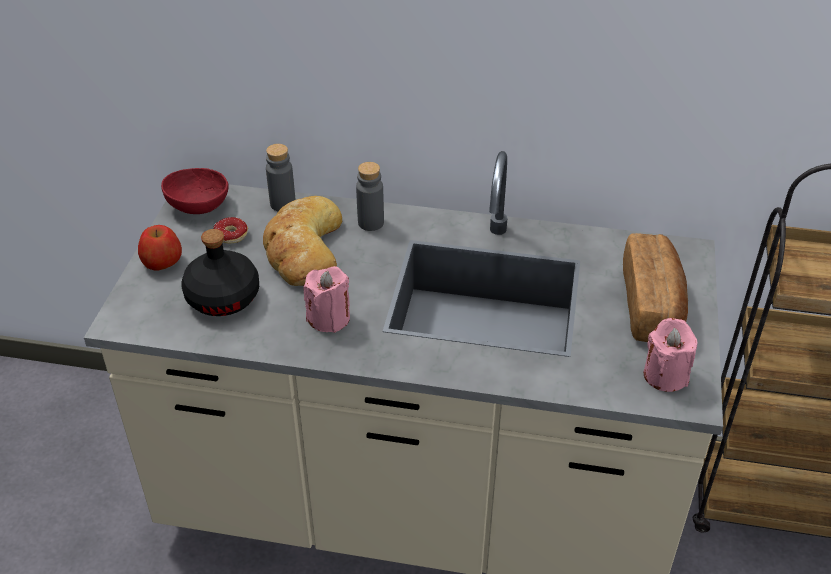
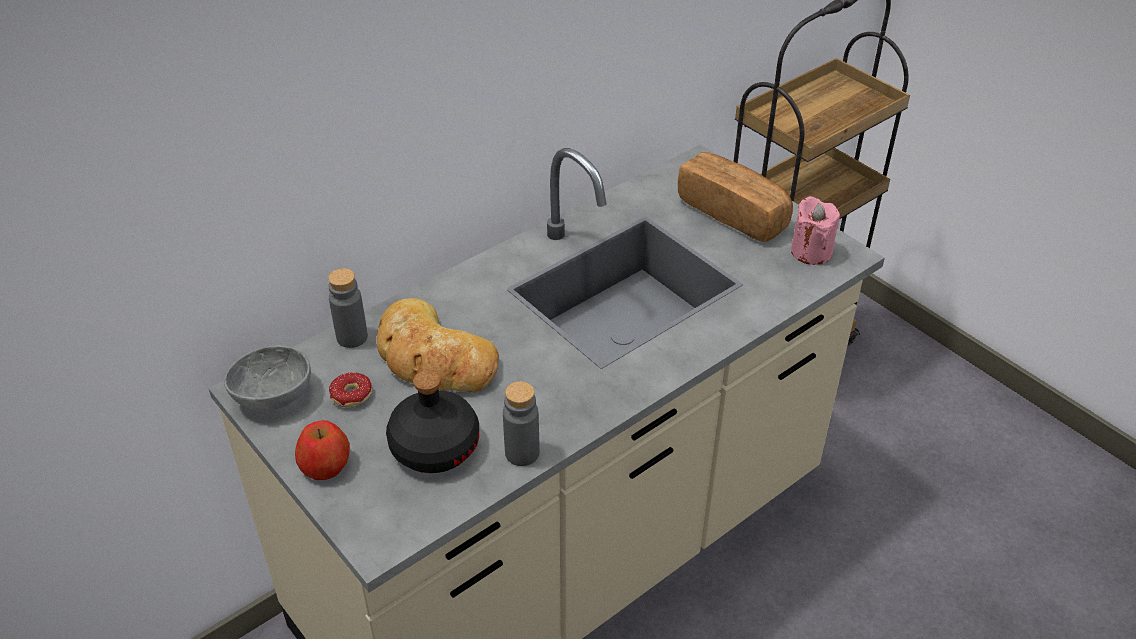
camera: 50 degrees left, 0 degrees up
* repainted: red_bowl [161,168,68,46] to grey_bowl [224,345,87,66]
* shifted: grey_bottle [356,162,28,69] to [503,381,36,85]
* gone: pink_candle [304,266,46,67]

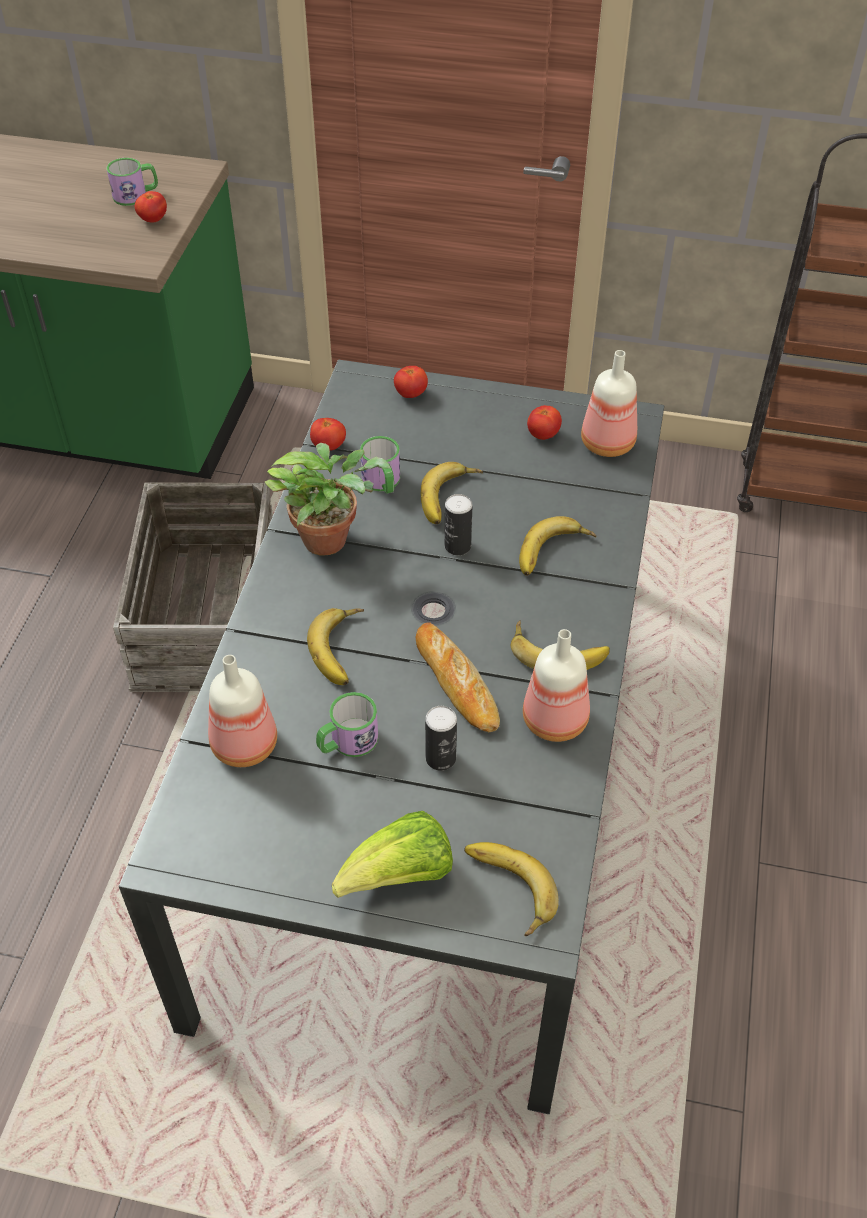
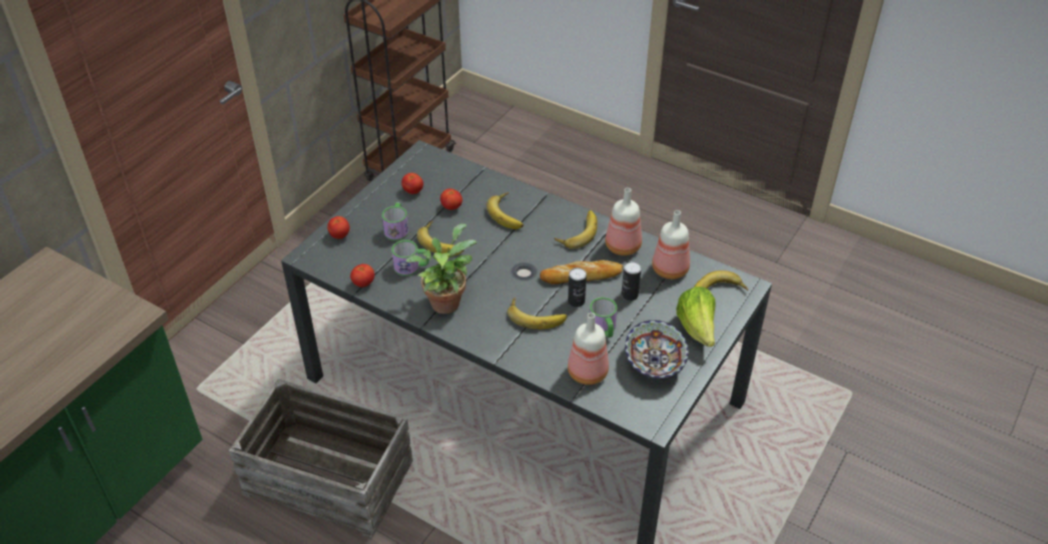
camera: 70 degrees left, 5 degrees down
* shifted: mug [107,158,51,48] to [382,203,27,38]
* shifted: tomato [135,191,32,32] to [440,188,22,22]
* shifted: can [445,494,28,61] to [568,268,19,39]
* new: bowl [625,320,63,59]
* shifted: bottle [581,350,56,107] to [652,210,38,69]

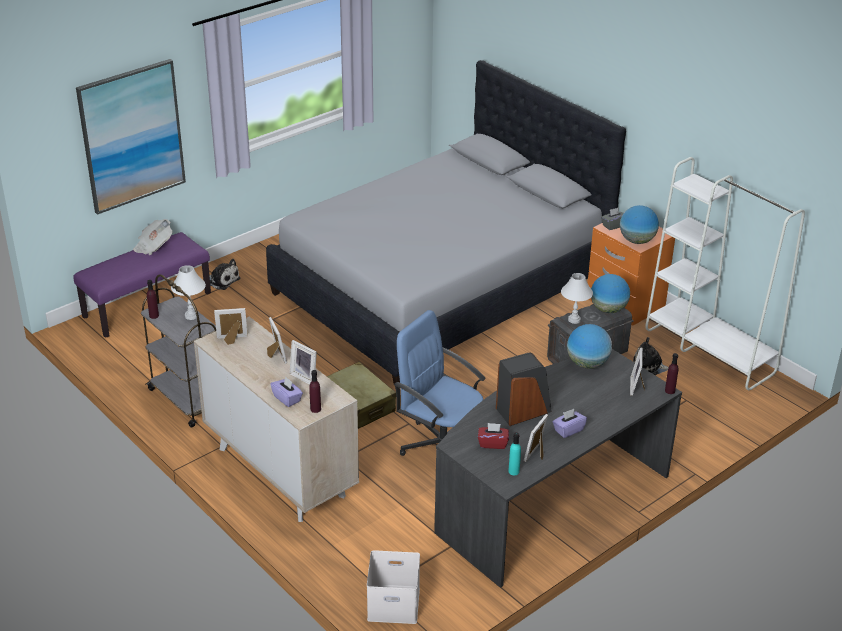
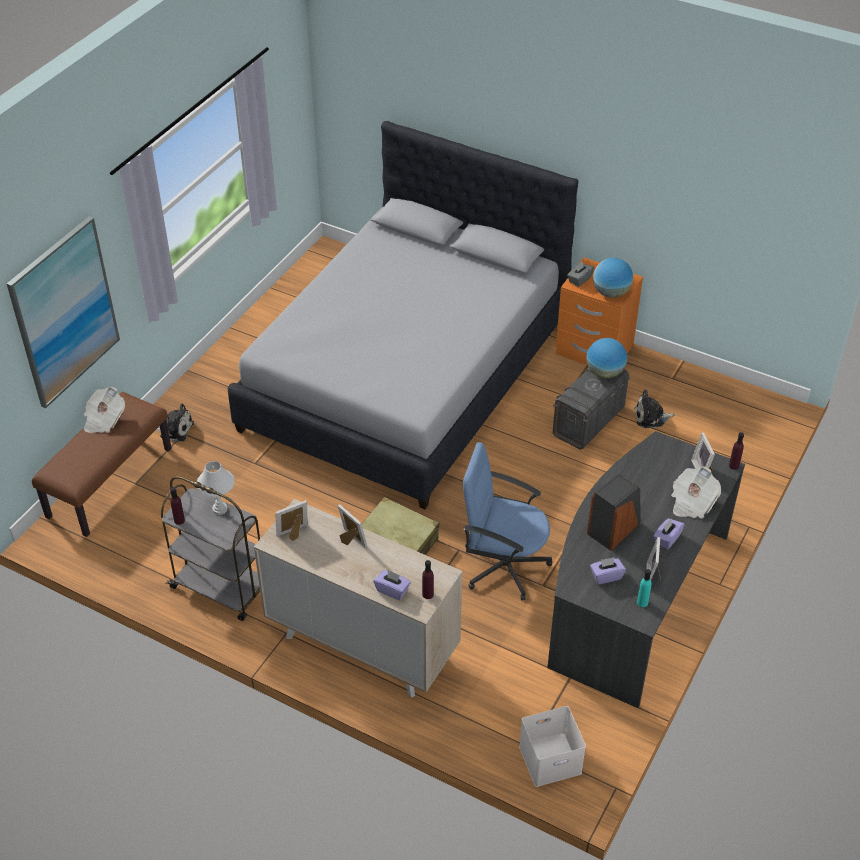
camera: 20 degrees left, 10 degrees up
* repainted: purple_bench [73,232,138,106] to brown_bench [32,392,139,145]
* repainted: red_tissue_box [478,423,31,26] to purple_tissue_box [590,557,36,28]
* new: newspaper [671,467,50,52]
* gone: picture_frame [290,340,27,45]
* gone: white_table_lamp [561,273,32,51]
* gone: globe [567,324,45,45]
* gone: white_clothes_rack [645,157,160,233]

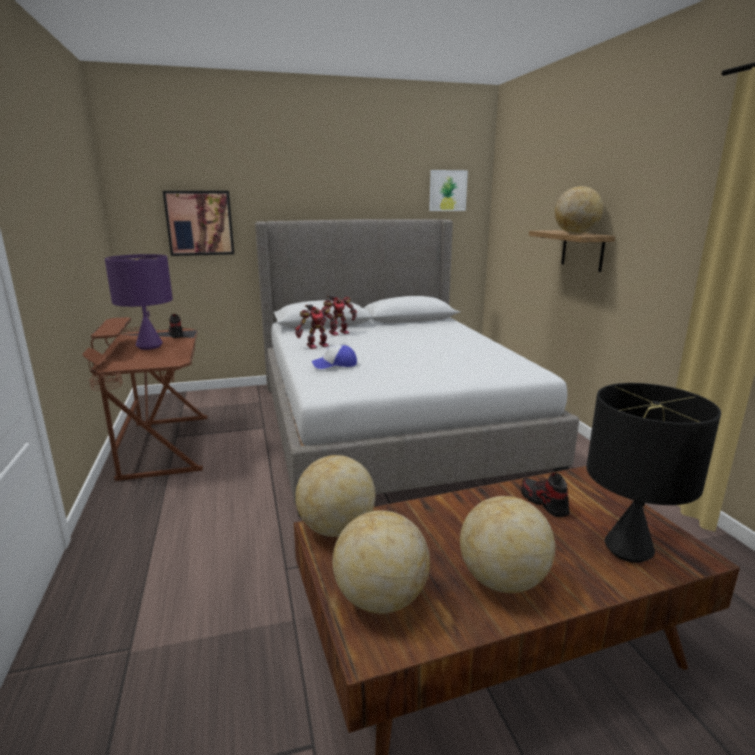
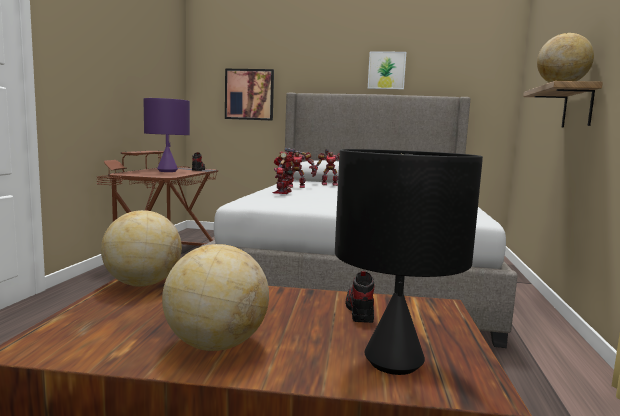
camera: 25 degrees right, 10 degrees down
* swapped: cap [311,345,46,24] to toy_robot [273,148,33,46]
* shifted: picture [429,170,39,41] to [368,51,38,39]
* gone: globe [332,510,98,104]

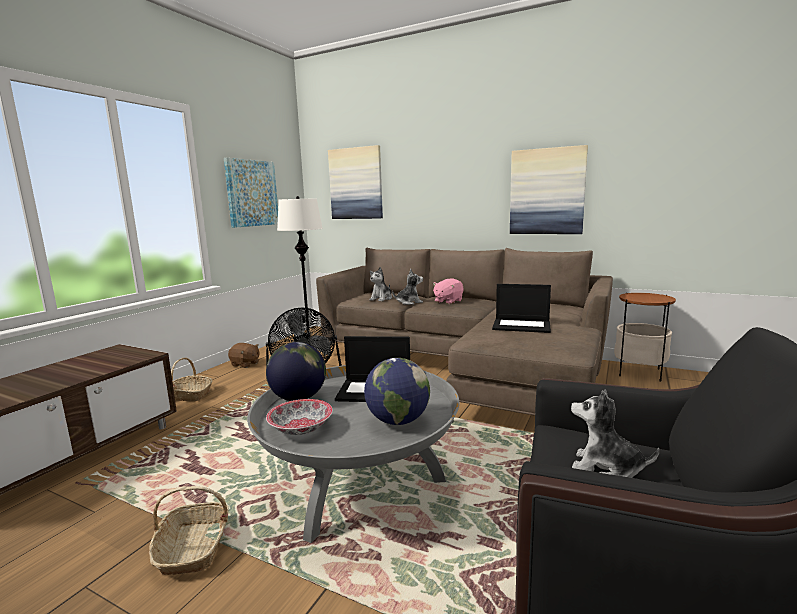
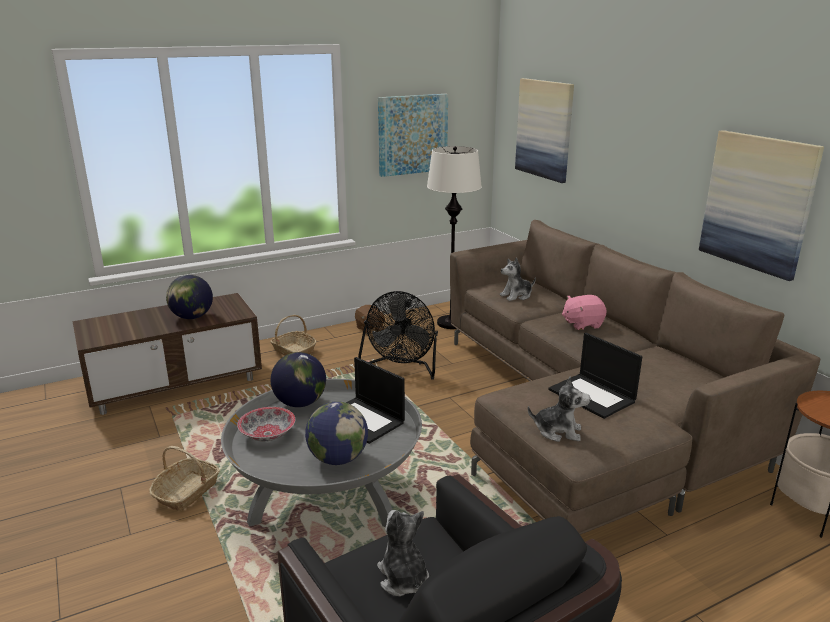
camera: 35 degrees right, 10 degrees up
* new: globe [166,275,47,44]
* shifted: plush_toy [392,269,31,36] to [528,376,62,66]

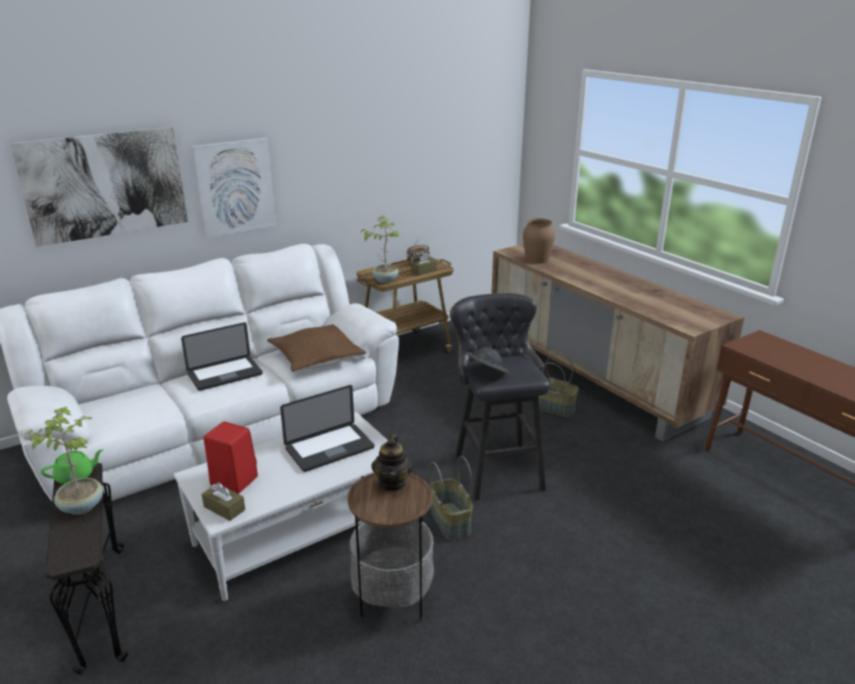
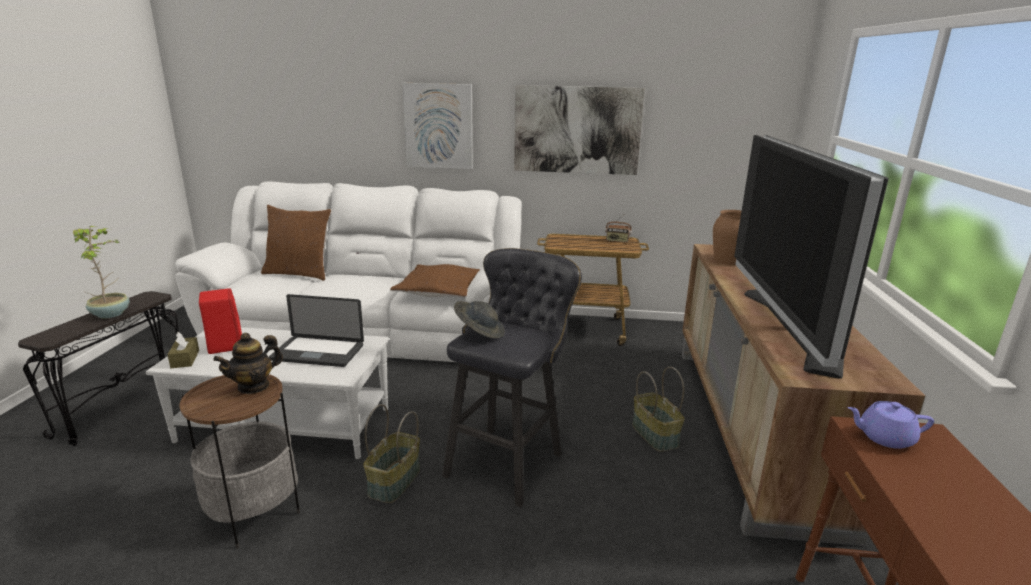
camera: 40 degrees right, 5 degrees down
* new: brown_pillow [261,205,70,76]
* shifted: picture [10,127,178,120] to [514,85,131,90]
* new: television [734,135,154,244]
* new: purple_teapot [847,401,87,48]
* gone: green_teapot [41,449,63,35]
* gone: laptop [181,322,82,69]
* gone: potted_plant [360,215,40,68]
* gone: brown_tissue_box [411,252,26,24]

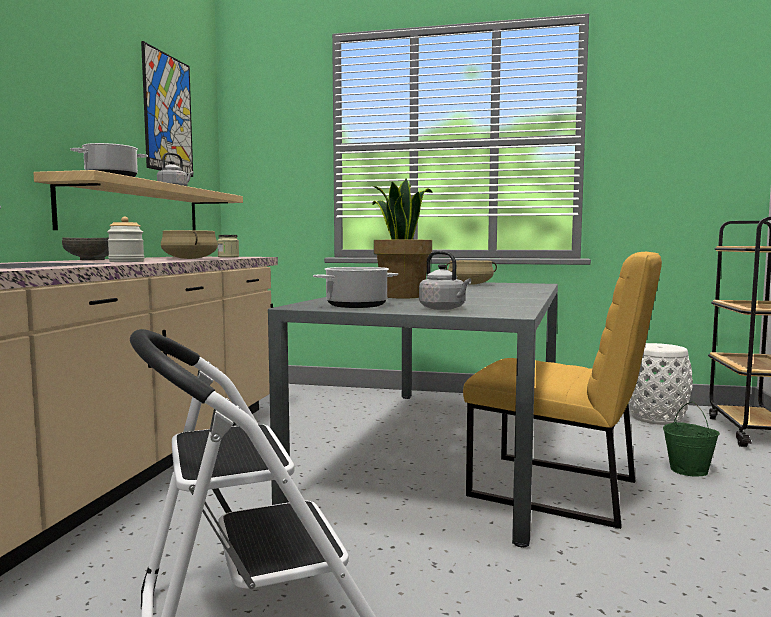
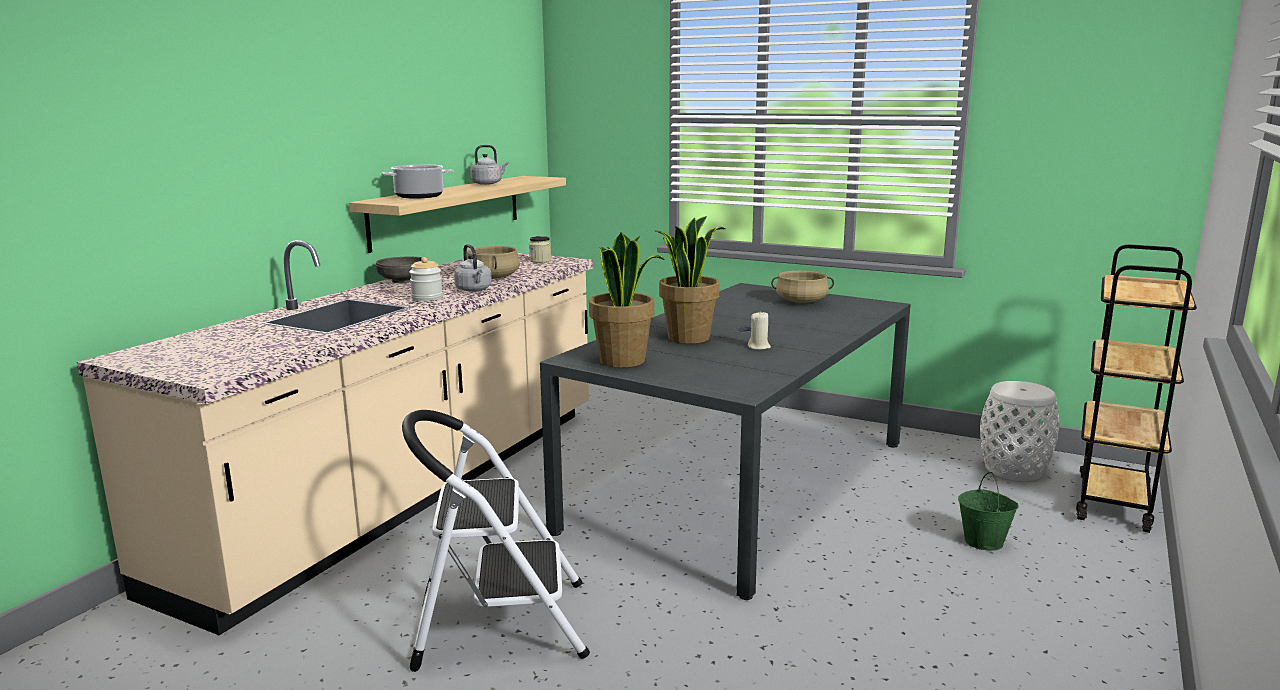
camera: 15 degrees right, 10 degrees up
* shifted: grey_kettle [419,251,52,59] to [454,244,38,47]
* swapped: cooking_pot [313,267,85,41] to potted_plant [589,232,76,136]
* new: beige_candle [748,311,23,39]
* gone: picture [141,41,52,136]
* gone: yellow_chair [463,252,199,277]

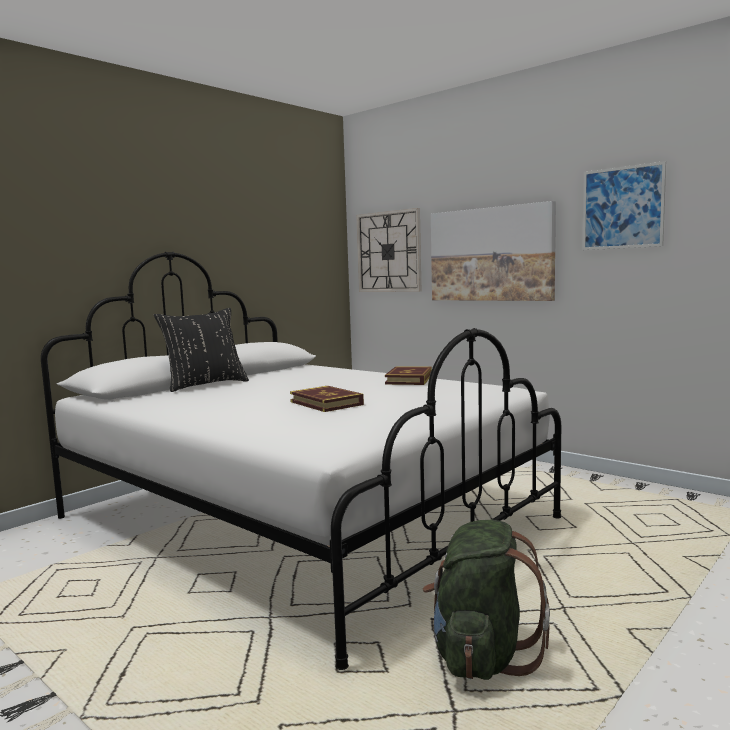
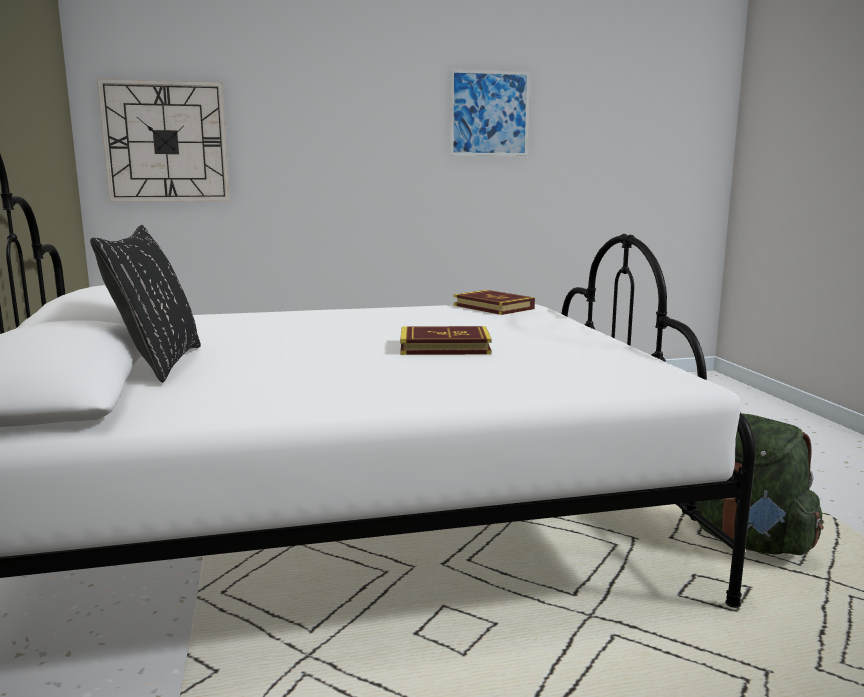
camera: 55 degrees left, 5 degrees up
* shifted: book [385,366,47,19] to [454,290,81,25]
* gone: picture [431,201,125,100]

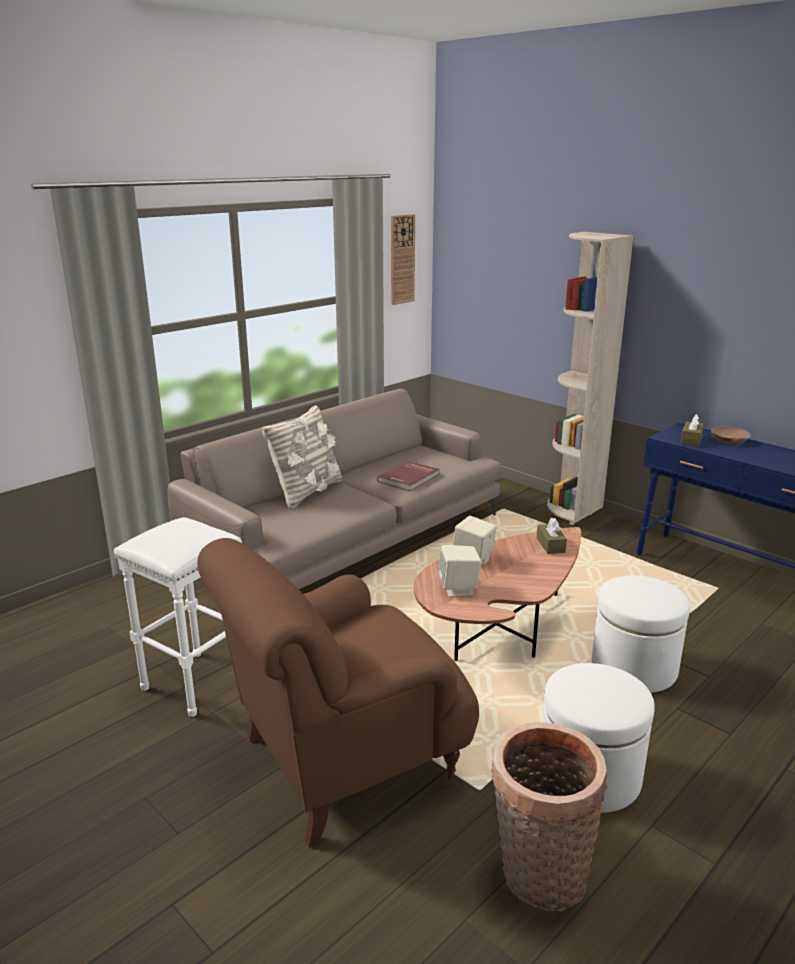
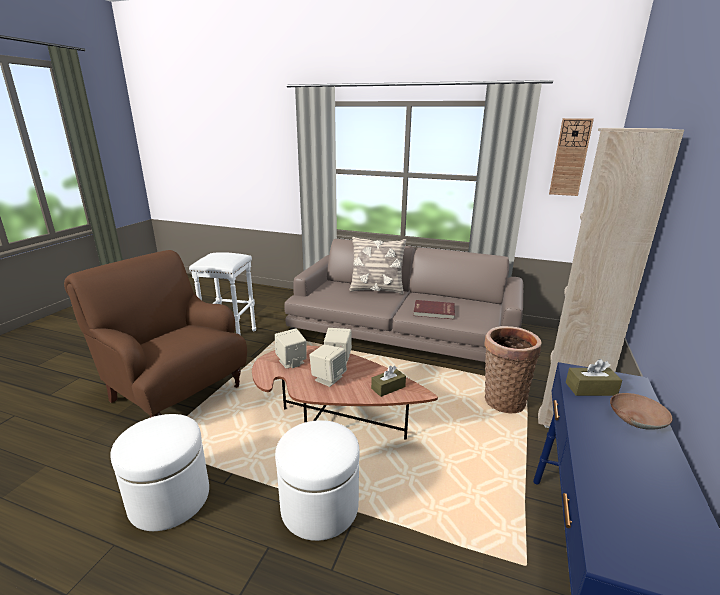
camera: 65 degrees right, 0 degrees up
* new: beige_speaker [309,344,38,43]
* shifted: basket [491,722,116,189] to [485,326,57,87]

